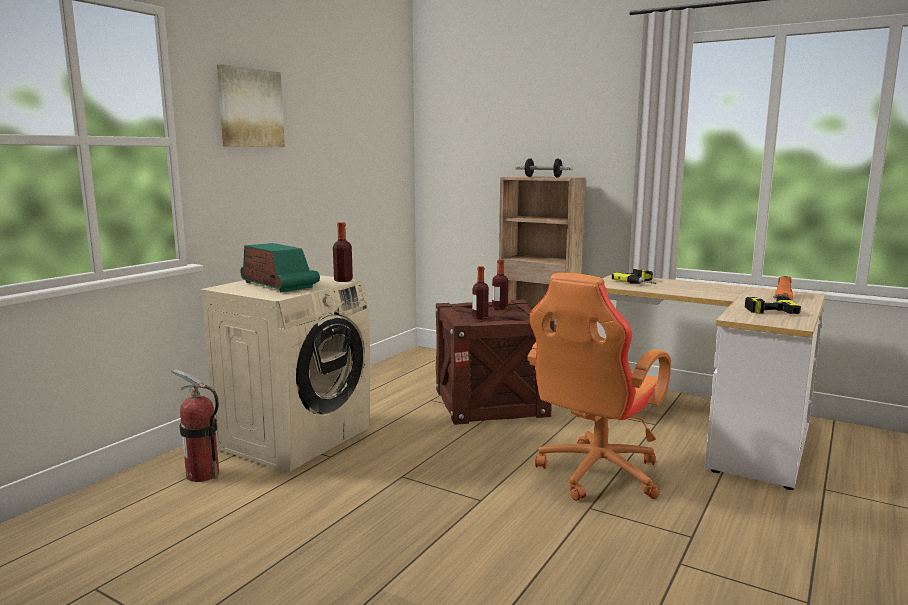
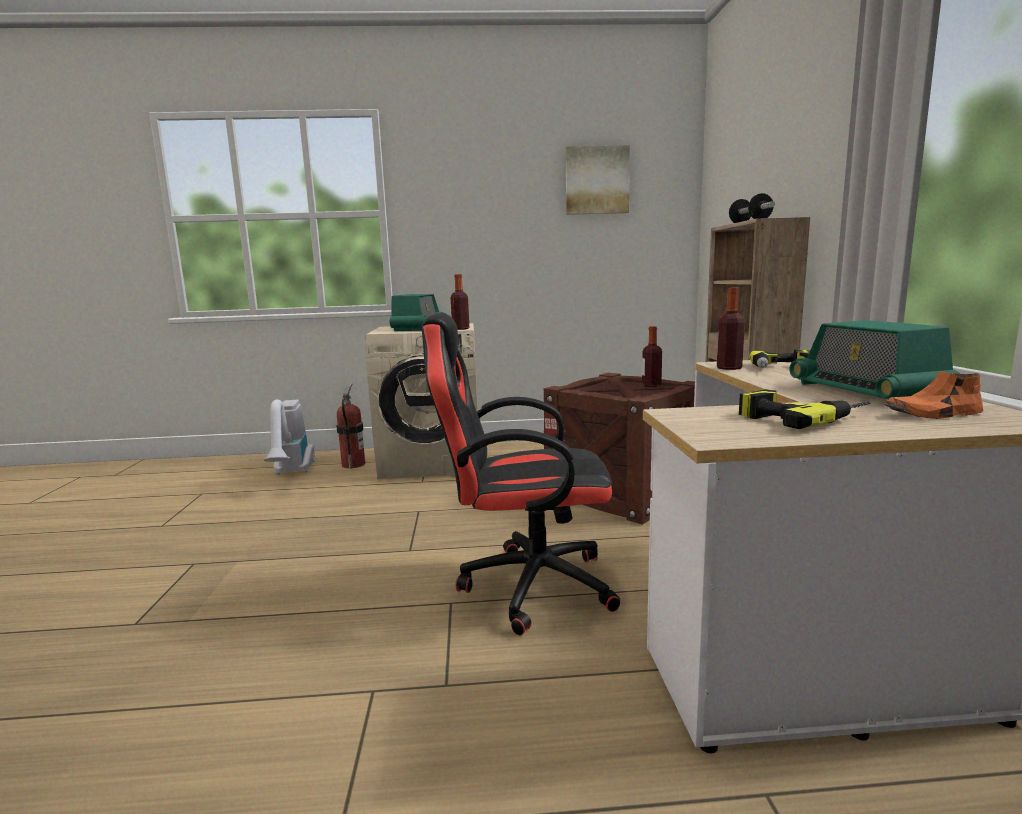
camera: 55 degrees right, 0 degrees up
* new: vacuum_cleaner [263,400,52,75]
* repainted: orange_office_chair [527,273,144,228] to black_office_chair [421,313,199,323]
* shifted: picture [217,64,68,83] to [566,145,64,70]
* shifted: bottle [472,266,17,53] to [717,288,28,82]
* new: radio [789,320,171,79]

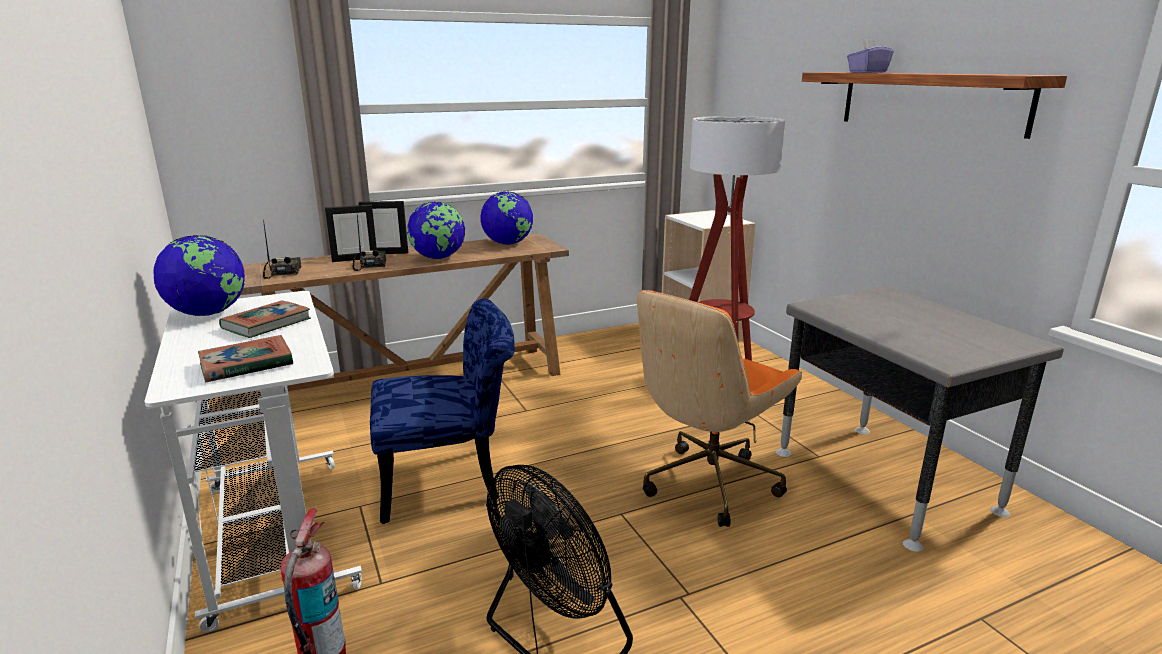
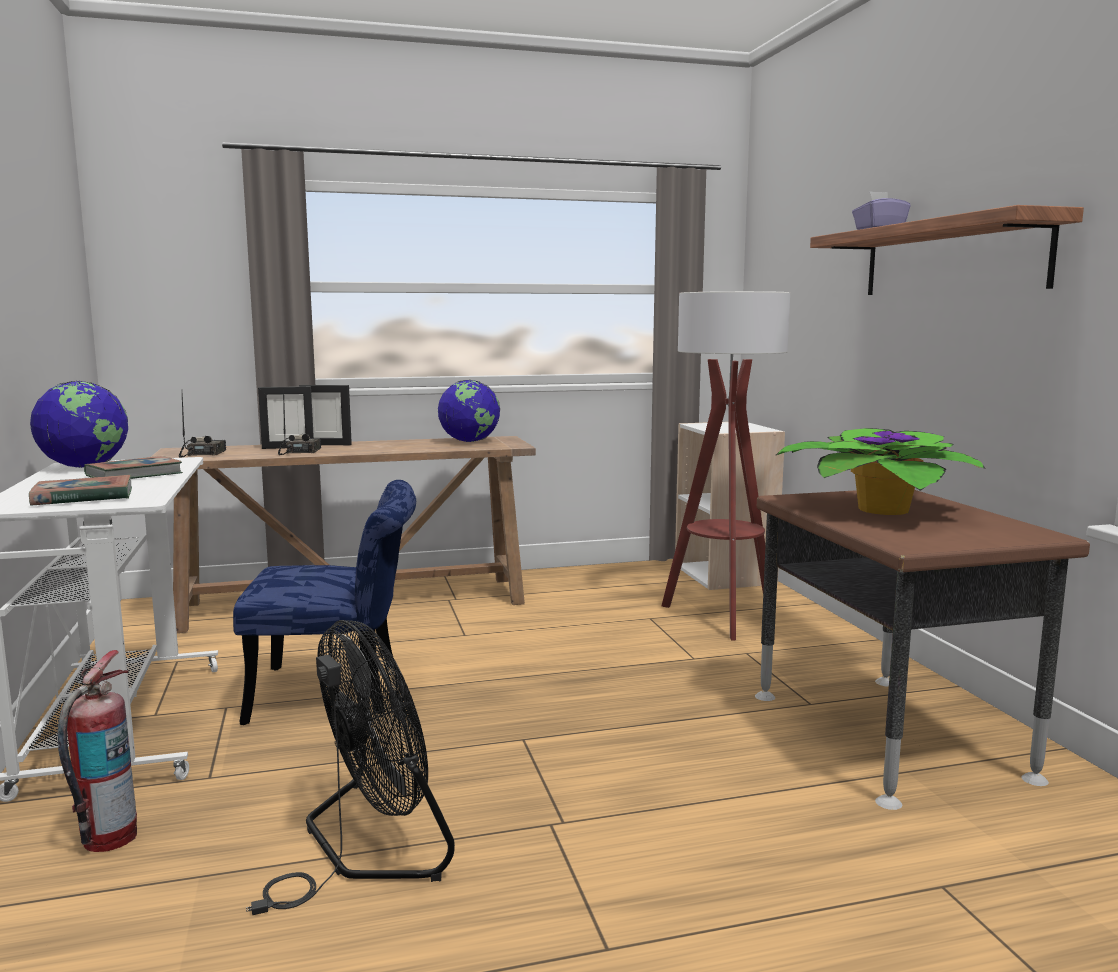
camera: 10 degrees right, 10 degrees down
* repainted: grey_desk [776,287,288,265] to brown_desk [755,490,335,320]
* new: potted_plant [776,428,210,87]
* gone: globe [407,202,58,57]
* gone: orange_office_chair [637,290,165,237]

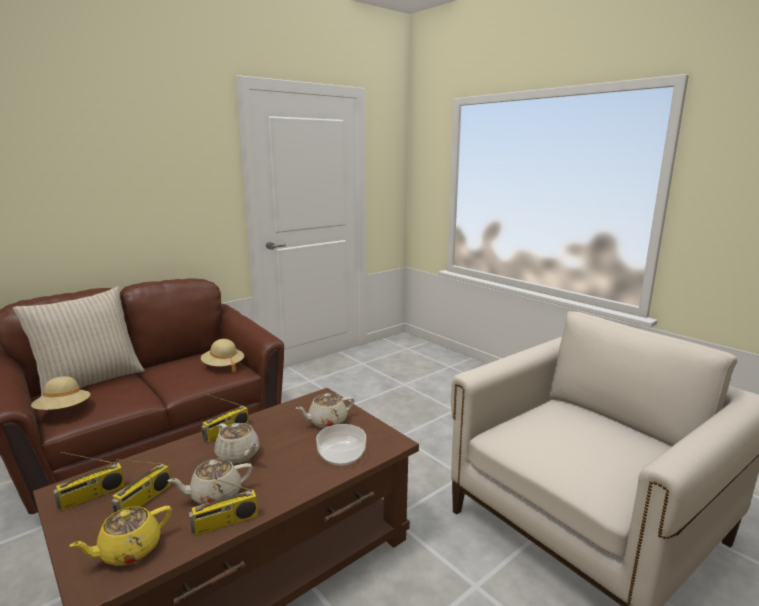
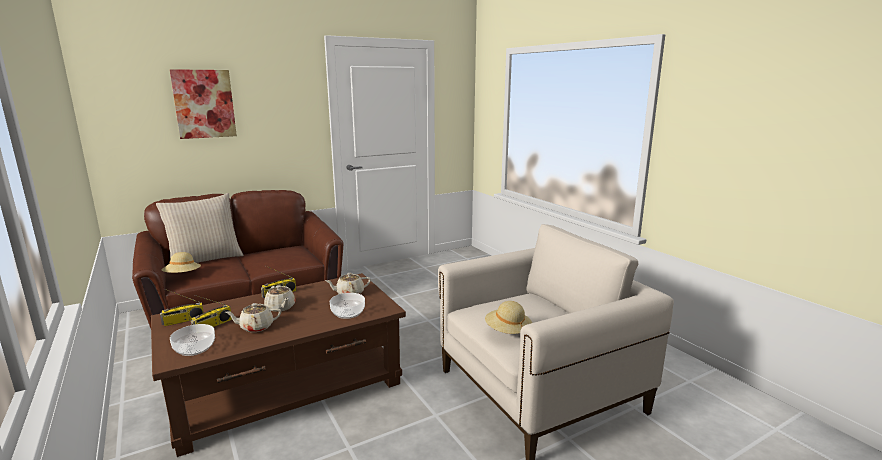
camera: 10 degrees right, 0 degrees up
* new: picture [170,69,67,70]
* swapped: yellow_teapot [69,506,103,60] to bowl [170,324,45,32]
* shifted: beige_hat [201,339,43,34] to [485,301,47,33]
* gone: radio [189,473,69,63]

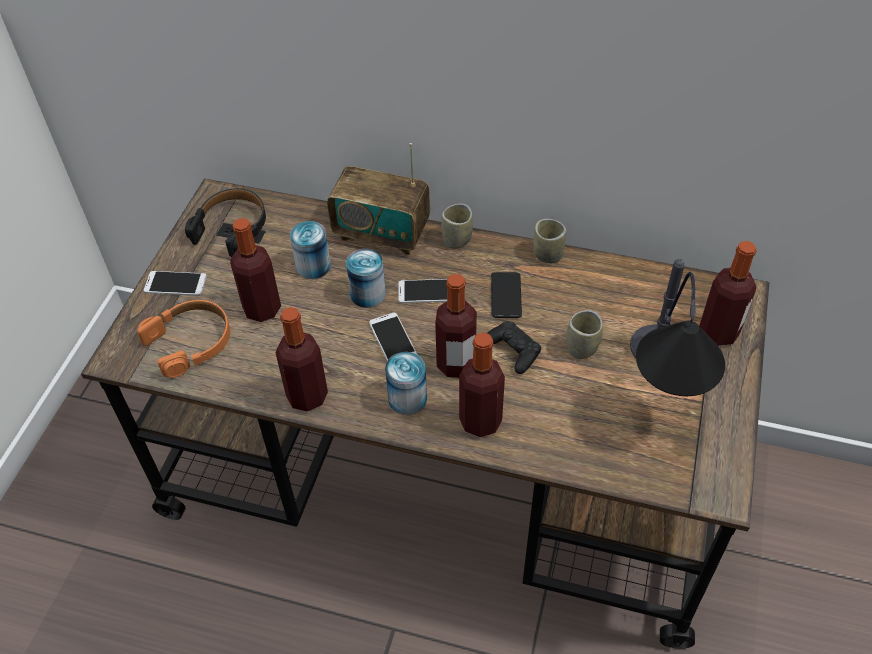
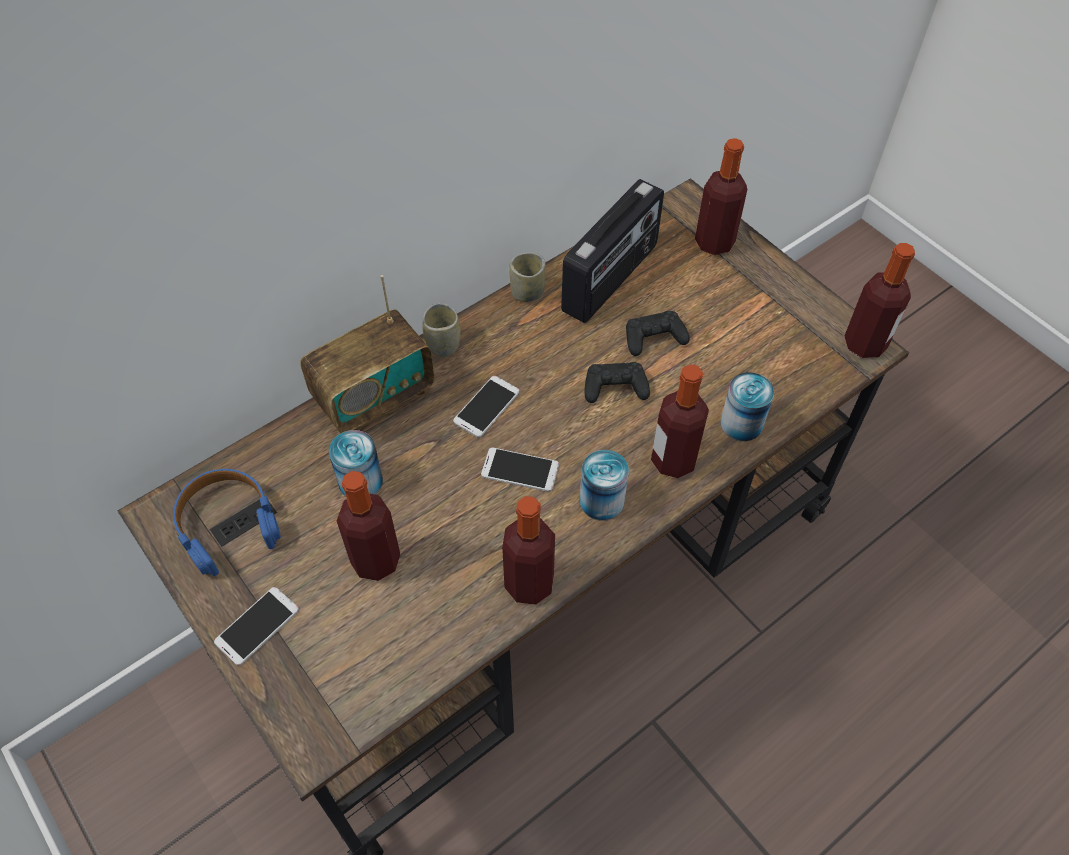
camera: 55 degrees left, 5 degrees up
* repainted: black_headphones [185,188,81,69] to blue_headphones [173,469,108,107]
* new: radio [561,179,103,144]
* swapped: cup [567,310,36,49] to black_game_controller [626,311,63,45]
* shifted: can [346,249,40,59] to [720,372,54,69]
* shifted: bottle [435,274,42,104] to [845,243,70,115]
* gone: orange_headphones [137,300,93,78]
* gone: phone [491,272,31,46]
* gone: table_lamp [630,259,95,137]

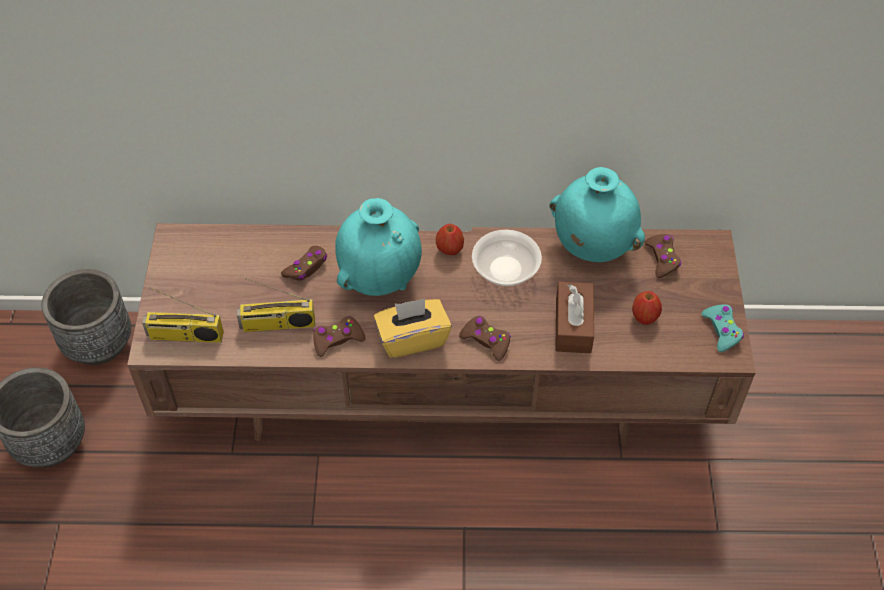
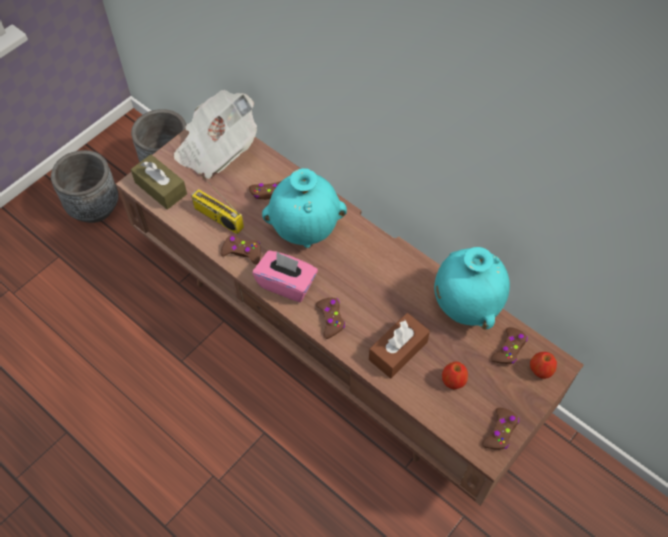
camera: 40 degrees right, 5 degrees up
* swapped: radio [142,287,82,56] to brown_tissue_box [131,154,56,56]
* new: newspaper [174,90,83,89]
* repainted: yellow_tissue_box [374,299,78,59] to pink_tissue_box [253,250,65,52]
* repainted: turquoise_game_controller [702,304,42,48] to brown_game_controller [482,408,37,41]
* shifted: apple [436,224,28,31] to [530,352,27,27]
* gone: bowl [472,230,70,56]

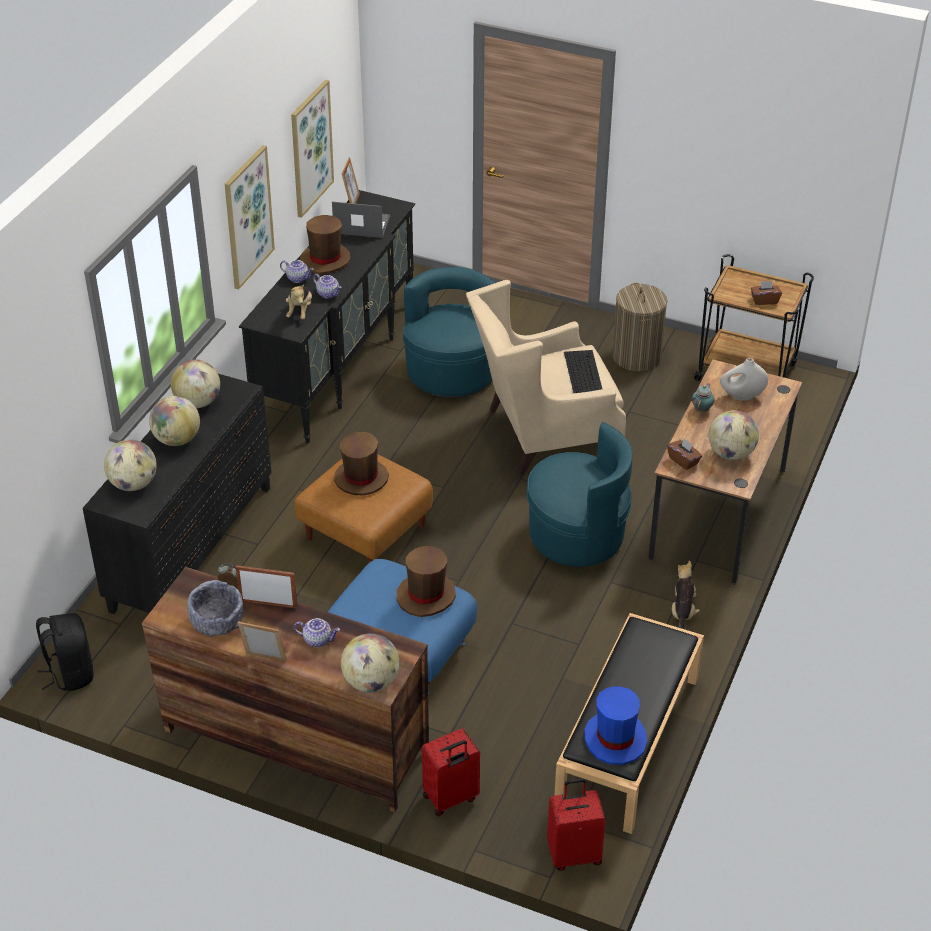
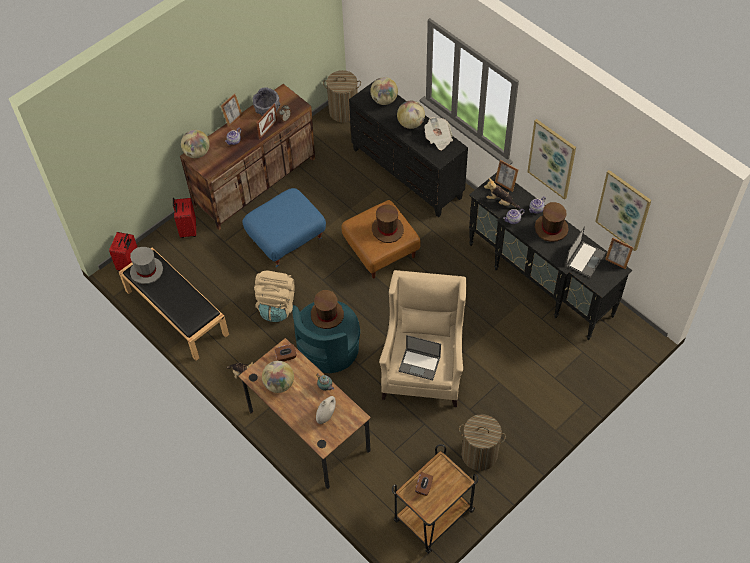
camera: 115 degrees right, 15 degrees up
* repainted: blue_hat [585,686,62,79] to grey_hat [130,247,33,37]
* new: beige_backpack [254,270,40,52]
* shifted: brown_hat [397,546,59,71] to [311,290,33,39]
* swapped: black_backpack [36,613,57,78] to laundry_basket [323,70,38,52]
* swapped: keyboard [564,350,38,43] to laptop [398,335,43,45]
* swapped: globe [171,359,49,49] to newspaper [424,117,29,33]
* new: picture_frame [495,160,23,32]
* gone: turquoise_armchair [403,267,92,131]

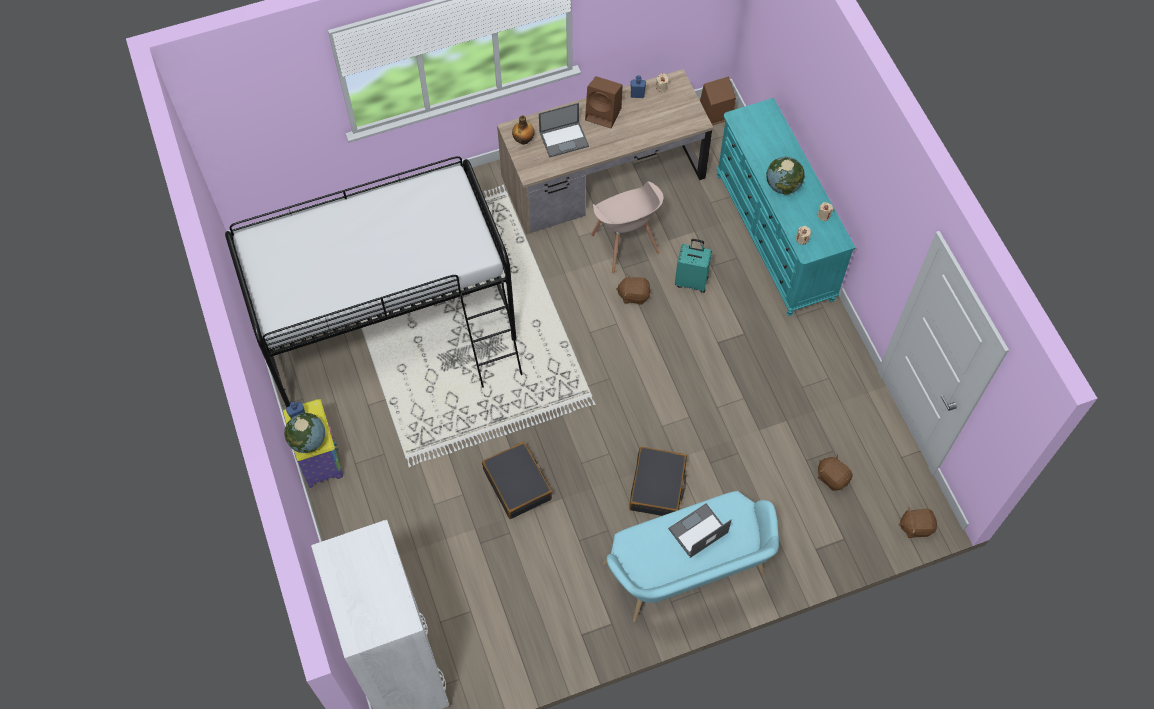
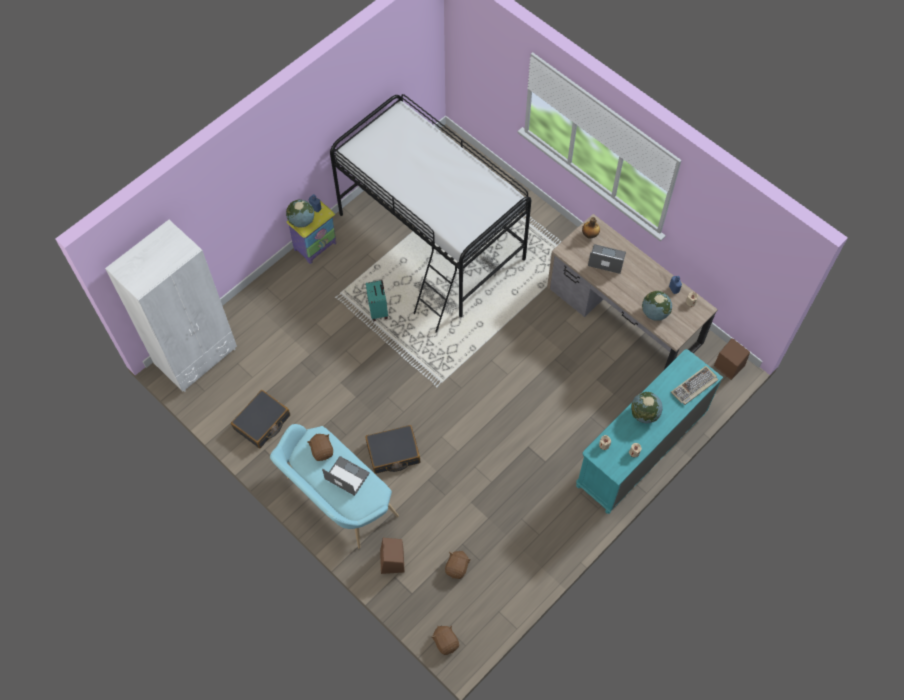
camera: 65 degrees right, 0 degrees up
* shifted: black_suitcase [482,442,70,77] to [231,390,59,58]
* shifted: brown_plush_toy [616,274,35,31] to [307,433,26,28]
* shifted: turquoise_suitcase [675,239,37,54] to [366,280,22,41]
* shifted: brown_speaker [585,76,38,53] to [380,538,25,36]
* rotated: laptop [539,103,50,55] = [588,244,38,30] 150 degrees clockwise
* new: globe [642,291,30,30]
* new: keyboard [671,366,47,39]
* gone: beige_chair [591,181,72,92]

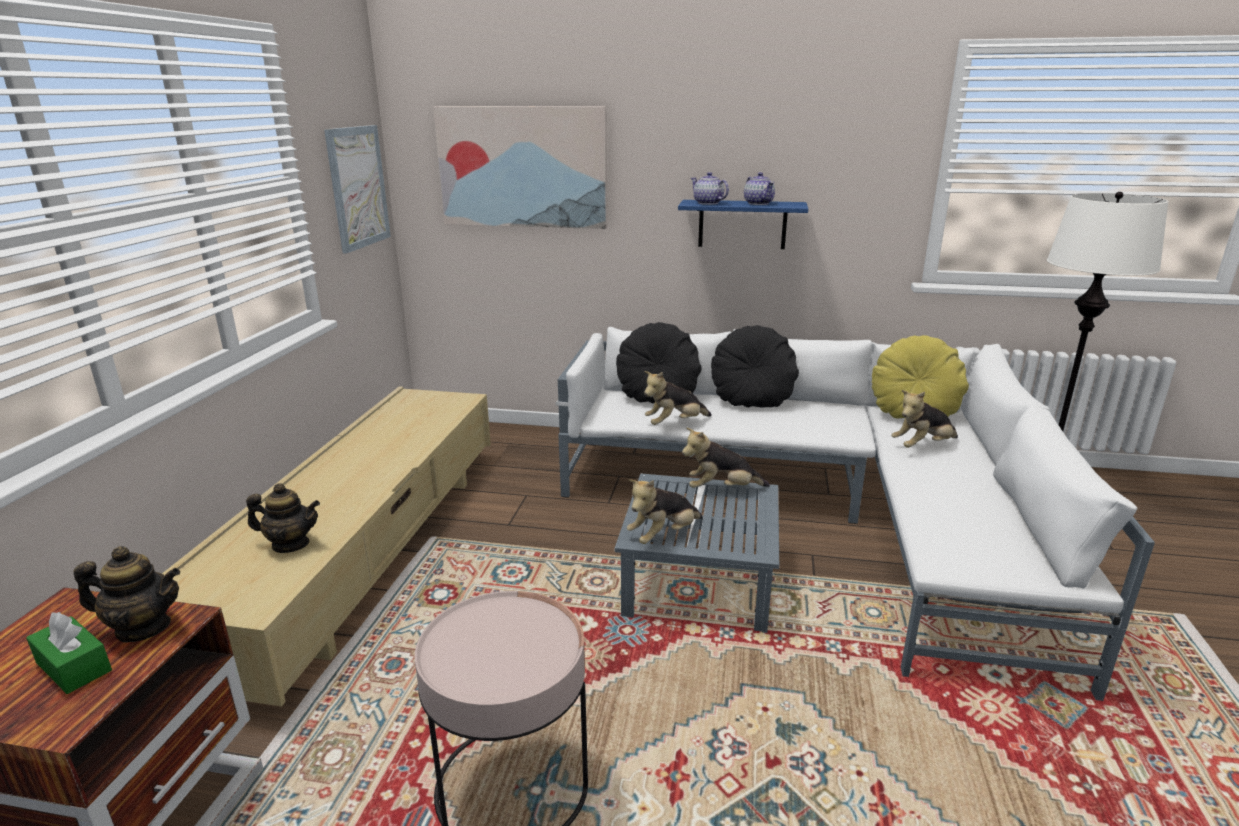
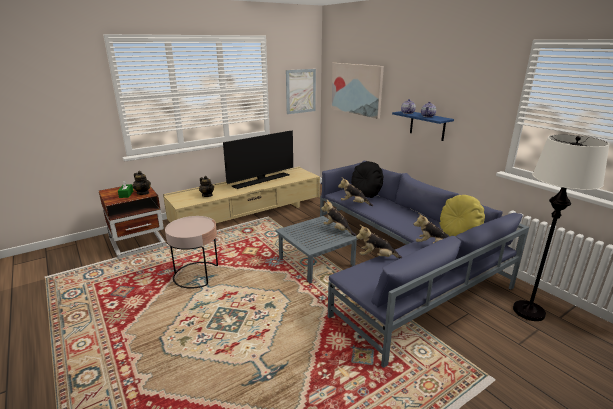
camera: 45 degrees right, 0 degrees up
* new: television [223,131,70,58]
* repainted: white_sofa [556,327,599,374] to blue_sofa [276,161,253,207]
* shifted: plush_toy [627,479,75,65] to [356,225,46,34]
* gone: black_pillow [711,325,88,82]

